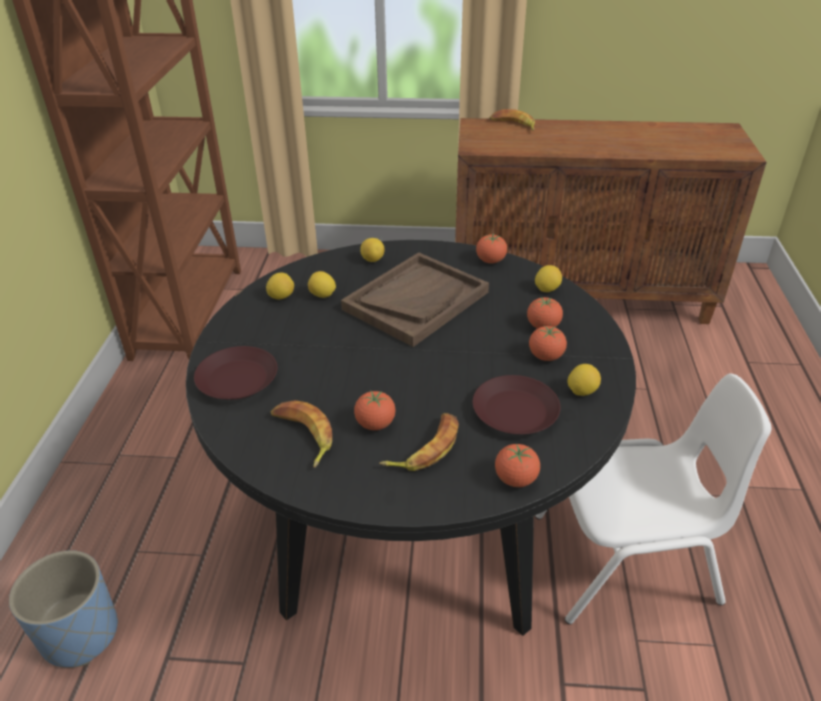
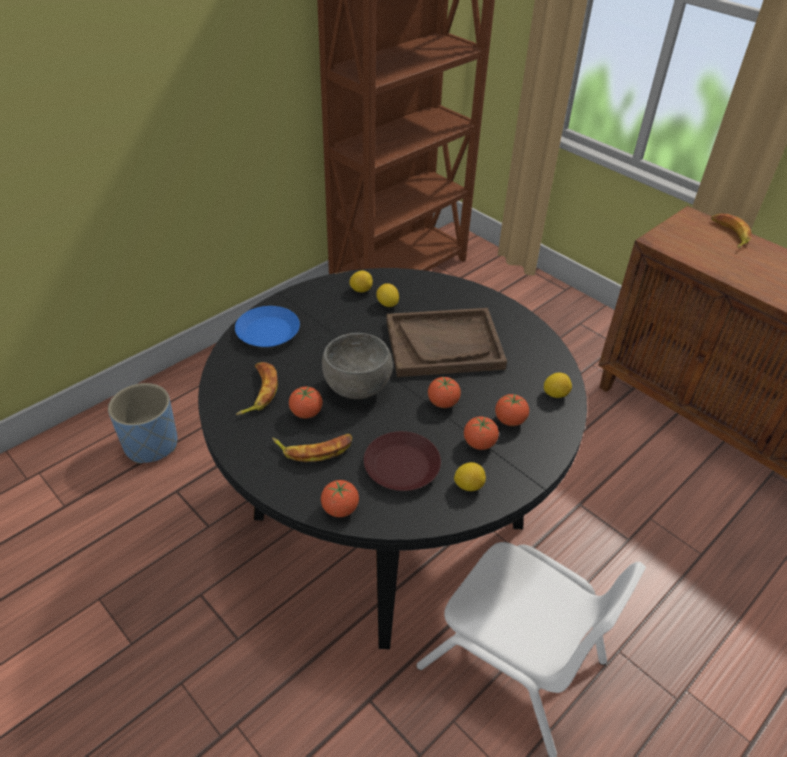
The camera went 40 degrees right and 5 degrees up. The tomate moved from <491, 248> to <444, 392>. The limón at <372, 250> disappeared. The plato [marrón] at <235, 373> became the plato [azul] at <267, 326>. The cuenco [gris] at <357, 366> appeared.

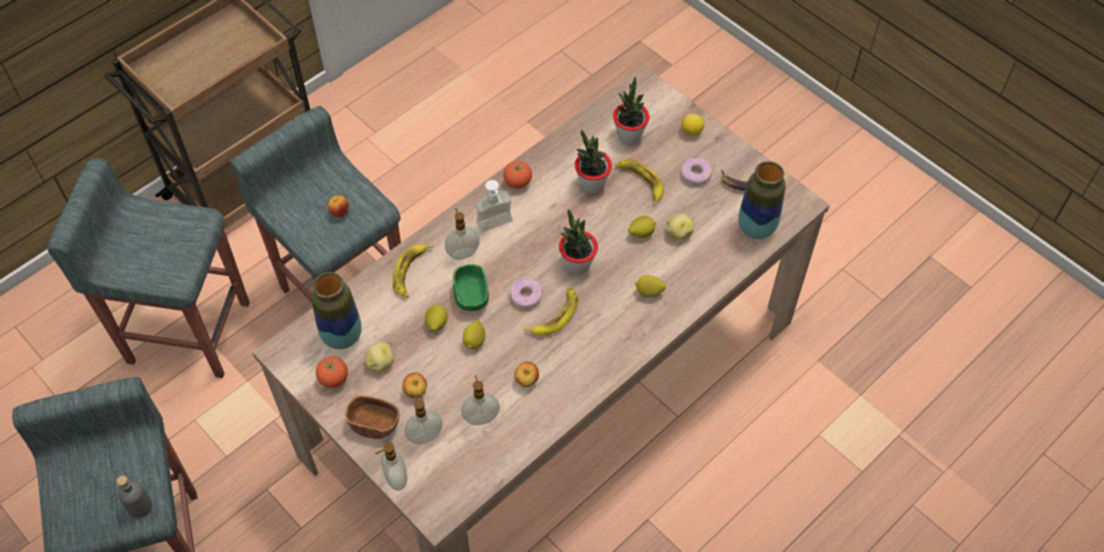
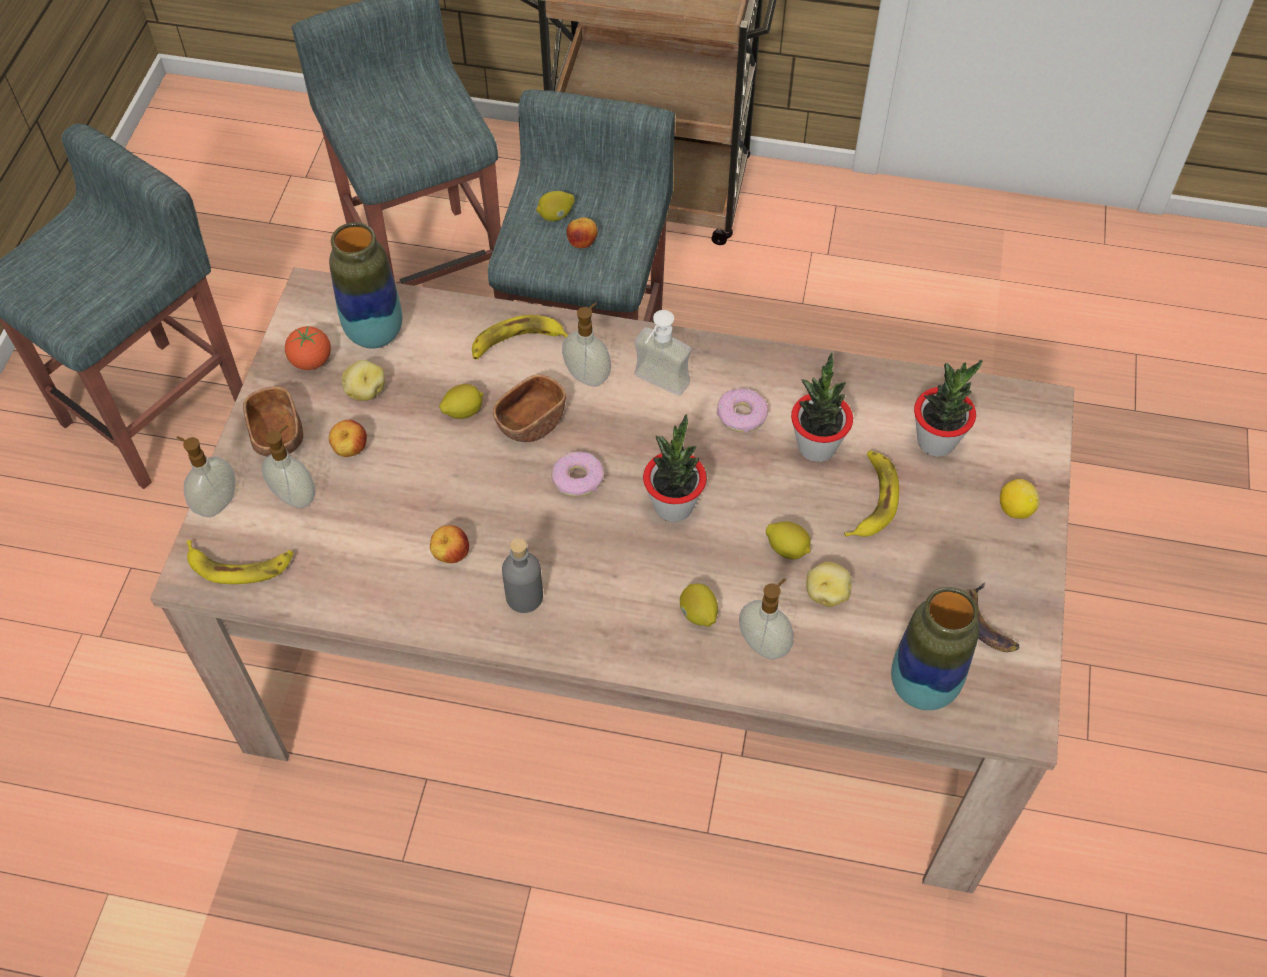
The camera went 55 degrees right and 0 degrees up. The rosquilla moved from <696, 171> to <742, 410>. The tomate at <517, 175> disappeared. The cuenco [verde] at <471, 287> became the cuenco [marrón] at <529, 408>. The plátano moved from <551, 311> to <240, 562>. The limón moved from <474, 335> to <555, 206>. The dispensador de jabón moved from <480, 400> to <766, 618>. The botella [gris] moved from <134, 496> to <522, 575>.

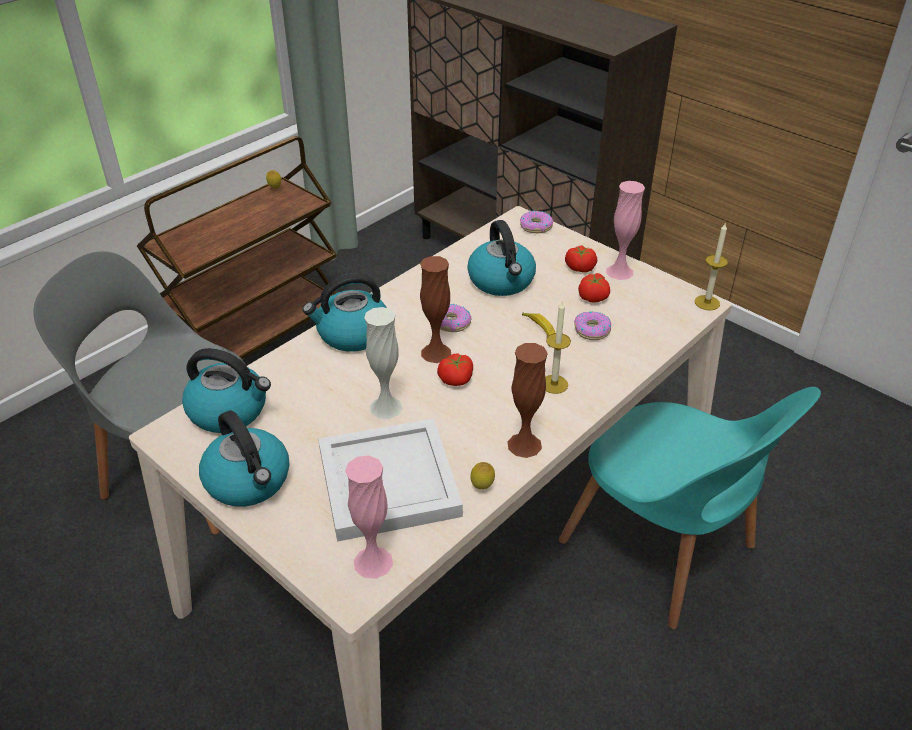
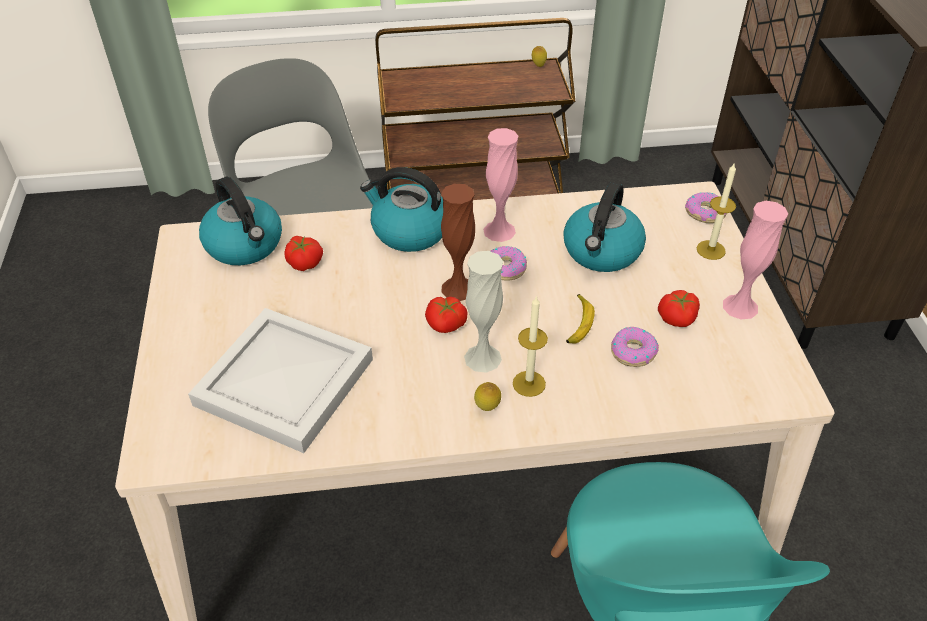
The camera went 40 degrees right and 5 degrees up. The vela moved from <711, 266> to <716, 211>. The tomate moved from <581, 258> to <303, 253>. The florero [blanco] moved from <383, 363> to <483, 312>. The florero [marrón] at <528, 400> disappeared. The hervidor at <244, 459> disappeared. The florero [rosa] moved from <369, 517> to <500, 185>. The limón moved from <483, 475> to <487, 396>.

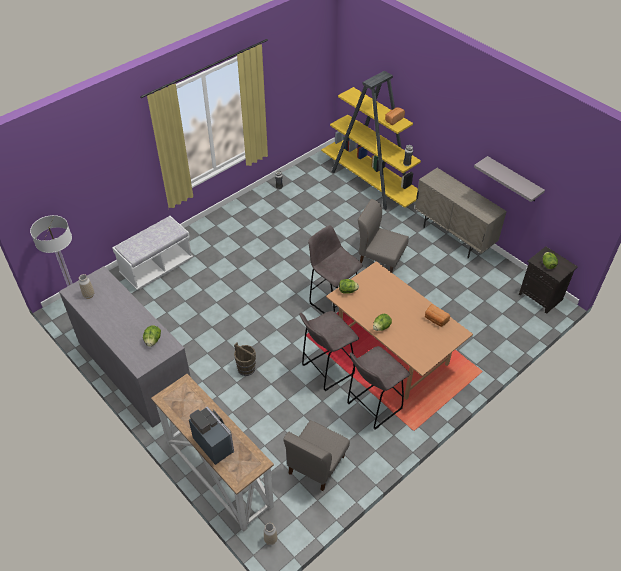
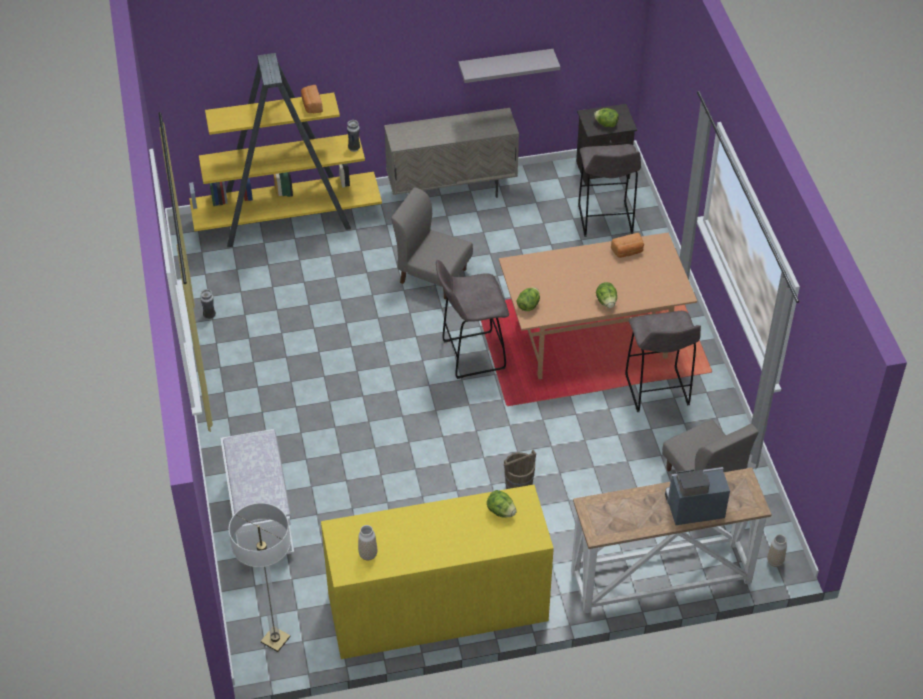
The camera went 60 degrees left and 0 degrees up. The silla [gris] at <383, 236> turned 60 degrees clockwise. The cómoda [gris] at <125, 347> became the cómoda [amarillo] at <437, 572>. The taburete [gris] moved from <329, 351> to <609, 190>.

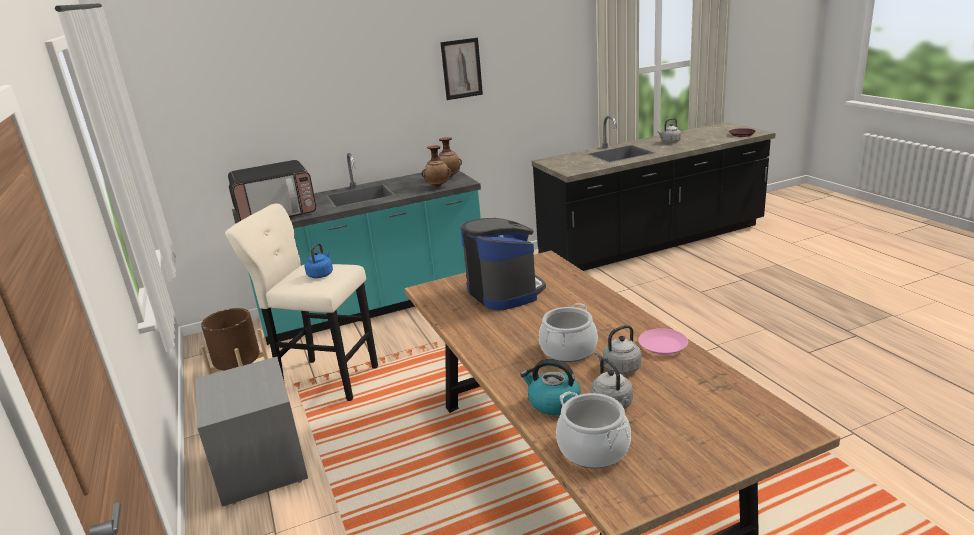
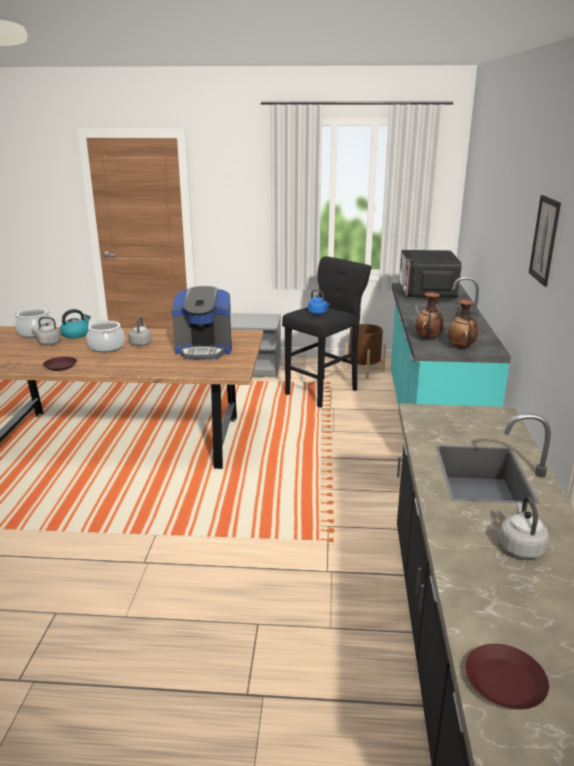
The camera went 115 degrees right and 0 degrees up. The taburete [beis] at <301, 302> became the taburete [negro] at <327, 332>. The hervidor [gris] moved from <618, 350> to <140, 331>. The plato [rosa] at <663, 341> became the plato [marrón] at <60, 364>.

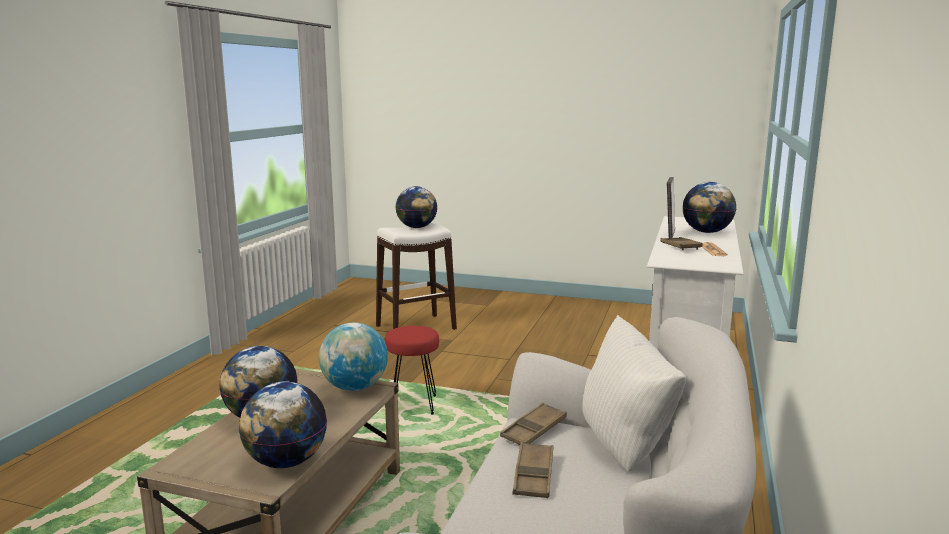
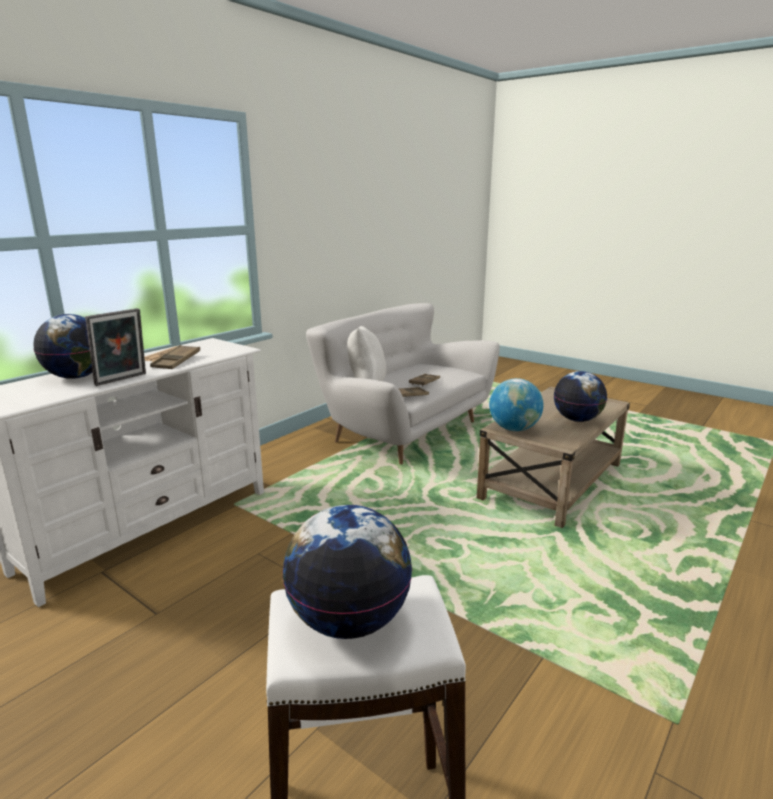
The camera went 160 degrees left and 5 degrees up. The taburete [rojo] at <412, 370> disappeared. The globo terráqueo at <283, 424> disappeared.

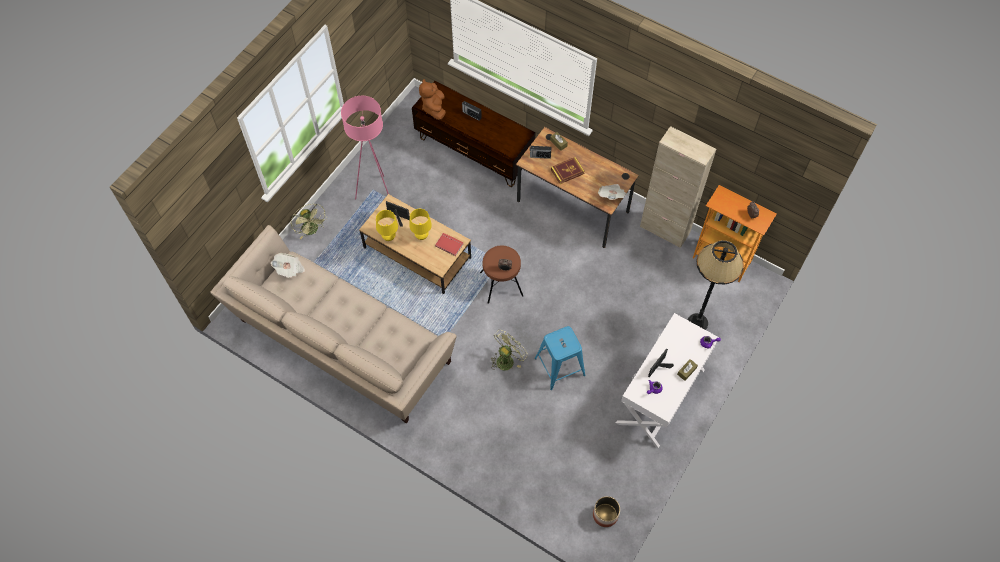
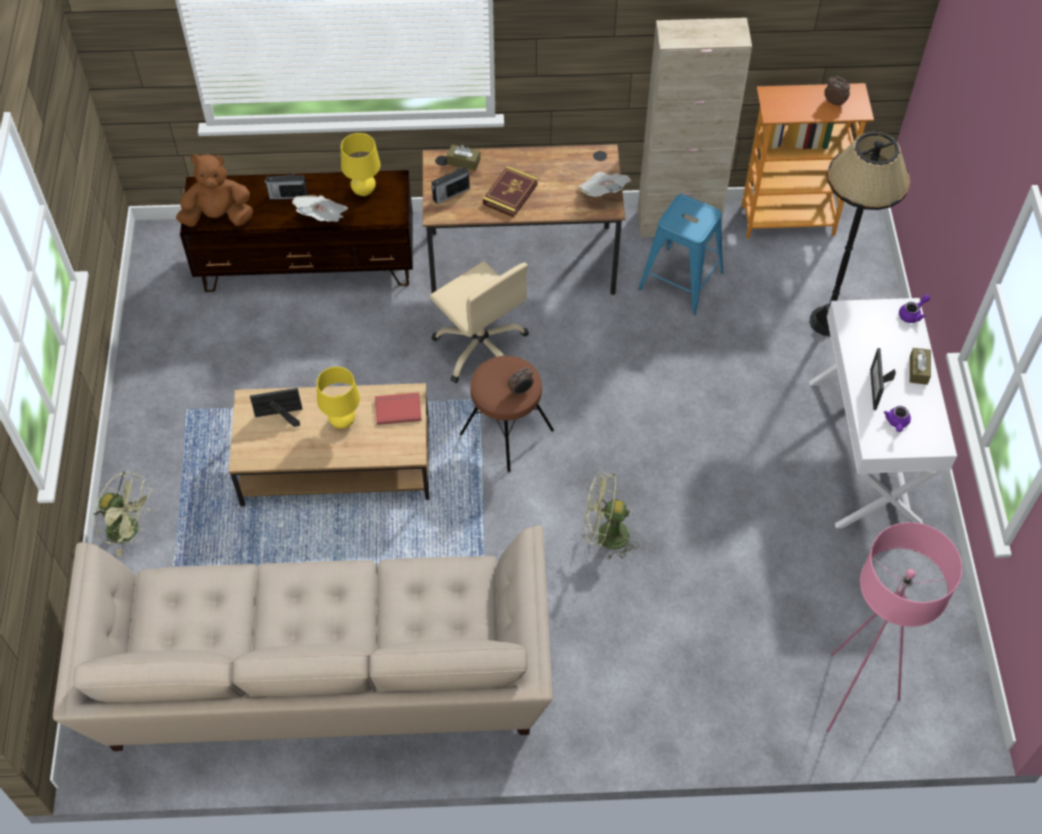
The camera went 35 degrees left and 5 degrees down. The peluche [marrón] at <432, 99> turned 120 degrees clockwise. The lámpara de pie [rosa] moved from <365, 147> to <894, 627>. The lámpara de mesa [amarillo] moved from <387, 225> to <360, 164>. The periódico moved from <288, 265> to <320, 208>. The taburete [azul] moved from <559, 358> to <680, 254>. The ventilador [verde] at <509, 350> turned 90 degrees counterclockwise. The maceta at <606, 511> disappeared. The silla de oficina [beis] at <479, 322> appeared.

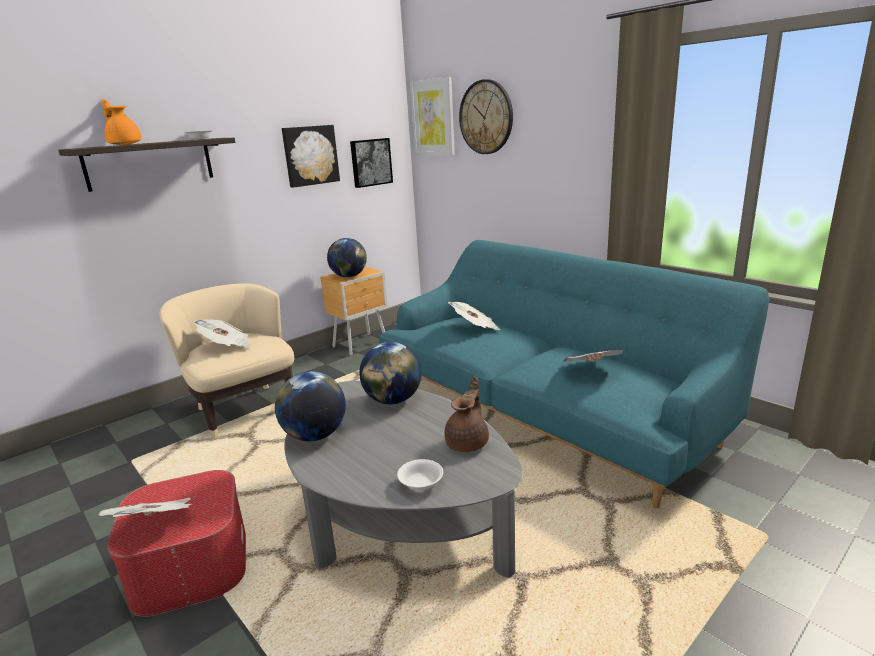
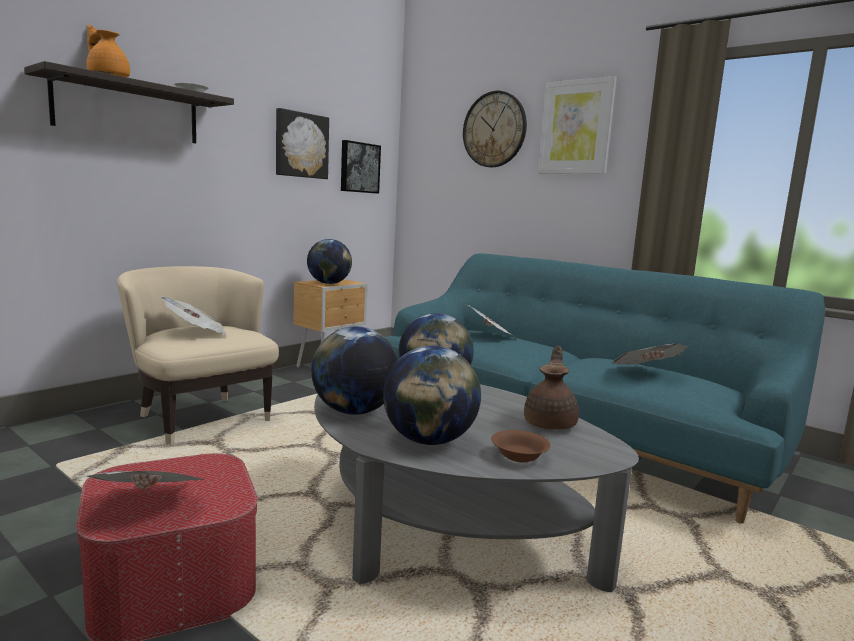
The camera went 10 degrees left and 10 degrees down. The cuadro moved from <432, 116> to <577, 125>. The cuenco [blanco] at <420, 475> became the cuenco [marrón] at <521, 446>. The globo terráqueo at <432, 395> appeared.

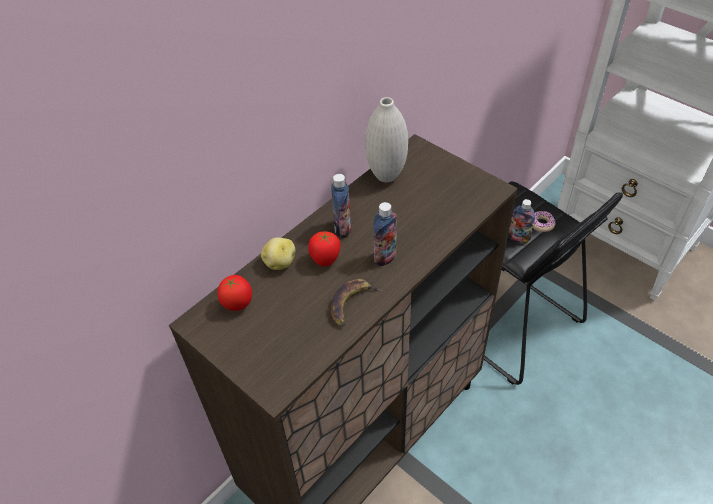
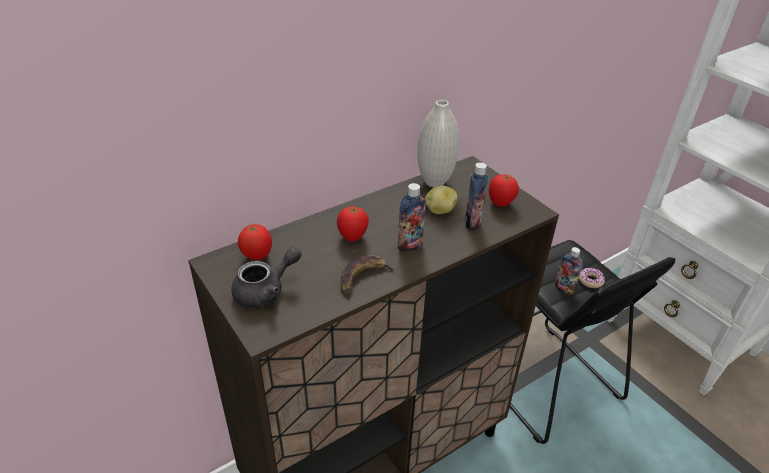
The camera went 10 degrees right and 10 degrees down. The botella moved from <341, 206> to <476, 196>. The patata moved from <278, 253> to <441, 199>. The tomate at <504, 190> appeared. The tetera [gris] at <266, 277> appeared.

